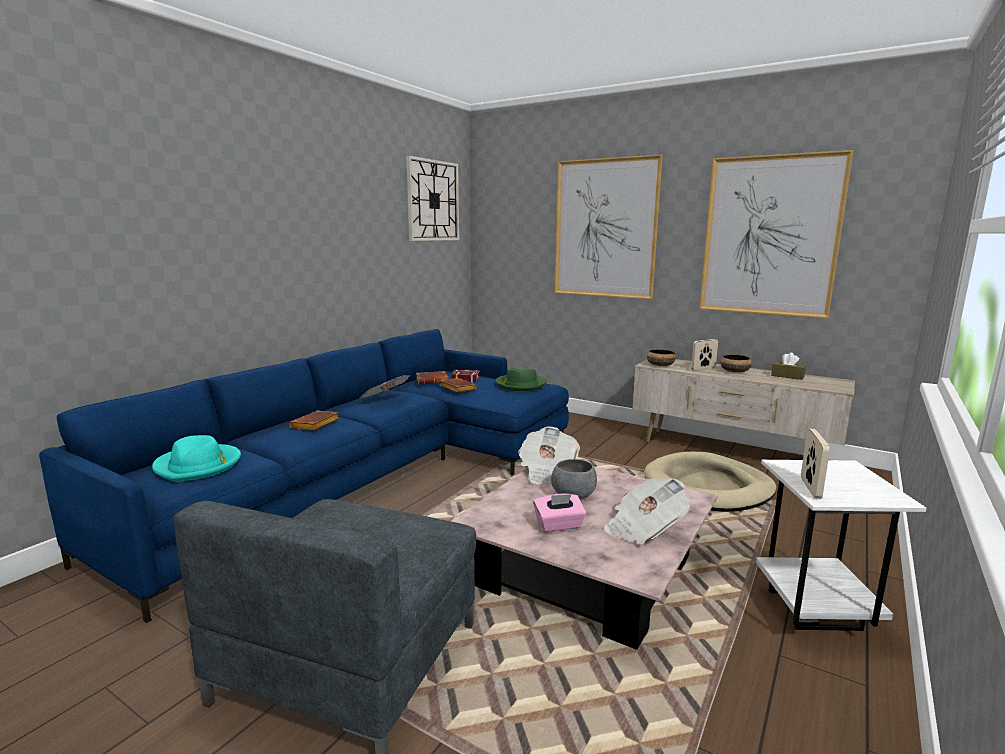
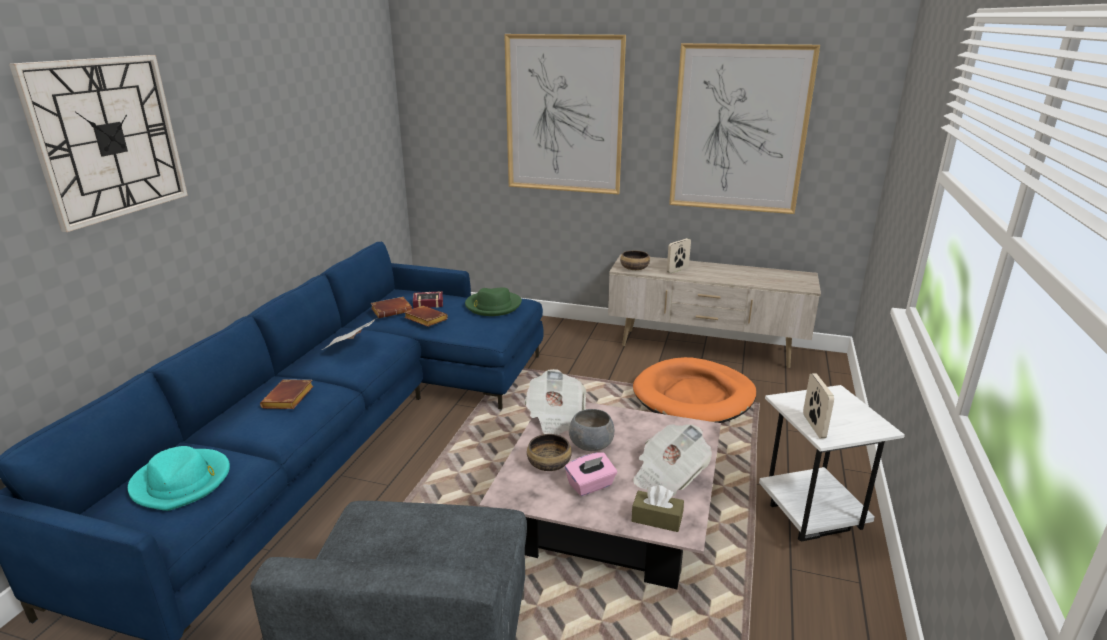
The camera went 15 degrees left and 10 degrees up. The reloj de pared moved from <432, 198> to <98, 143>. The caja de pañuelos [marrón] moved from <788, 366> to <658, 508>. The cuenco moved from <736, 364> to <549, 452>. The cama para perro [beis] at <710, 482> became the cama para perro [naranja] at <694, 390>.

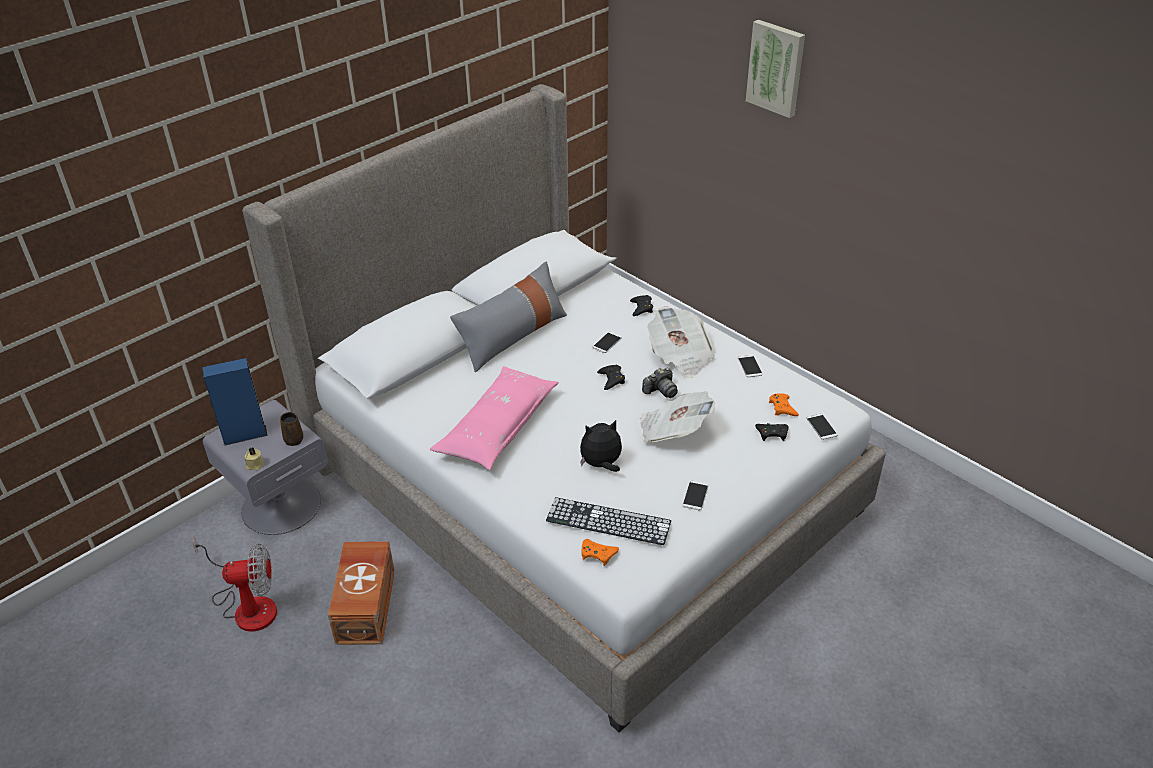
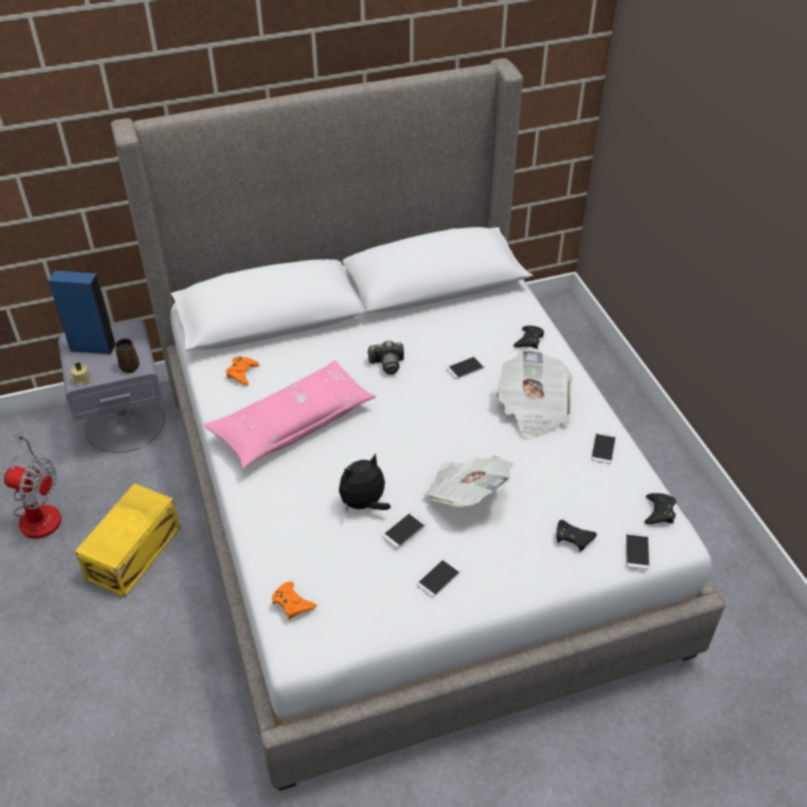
The camera went 25 degrees right and 5 degrees up. The cuadro at <775, 69> disappeared. The cojín [gris] at <508, 317> disappeared. The mando de consola [negro] moved from <611, 377> to <660, 508>. The cámara moved from <660, 383> to <385, 357>. The mando de consola [naranja] moved from <784, 404> to <242, 371>. The peluche at <601, 446> turned 45 degrees counterclockwise. The teclado at <608, 521> disappeared. The caja de almacenaje [marrón] at <361, 593> became the caja de almacenaje [amarillo] at <127, 540>. The móvil at <404, 530> appeared.

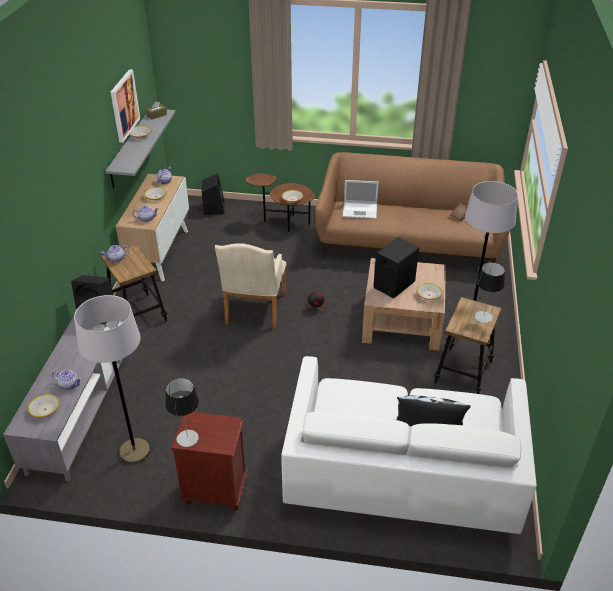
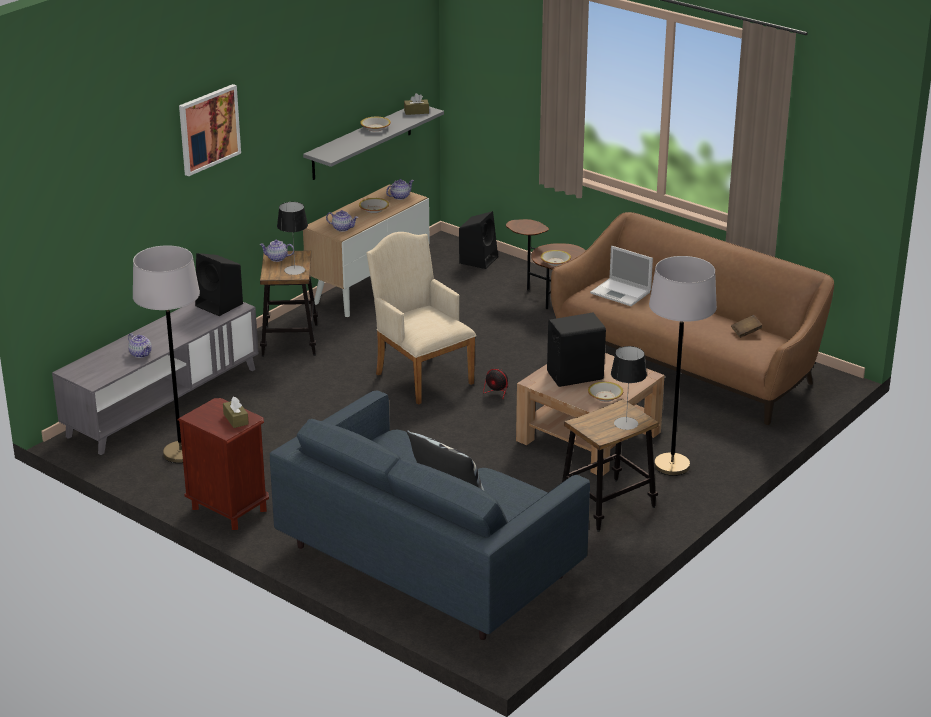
The camera went 30 degrees right and 10 degrees down. The cuadro moved from <125, 106> to <210, 130>. The sillón [beis] at <251, 286> turned 105 degrees clockwise. The sofá [blanco] at <409, 445> became the sofá [azul] at <430, 515>. The lámpara de mesa moved from <182, 412> to <292, 238>. The cuenco at <43, 406> disappeared. The caja de pañuelos [marrón] at <236, 412> appeared.

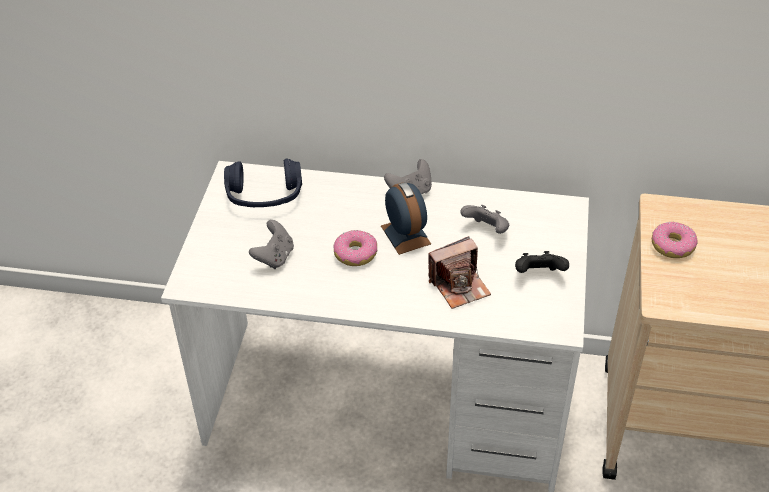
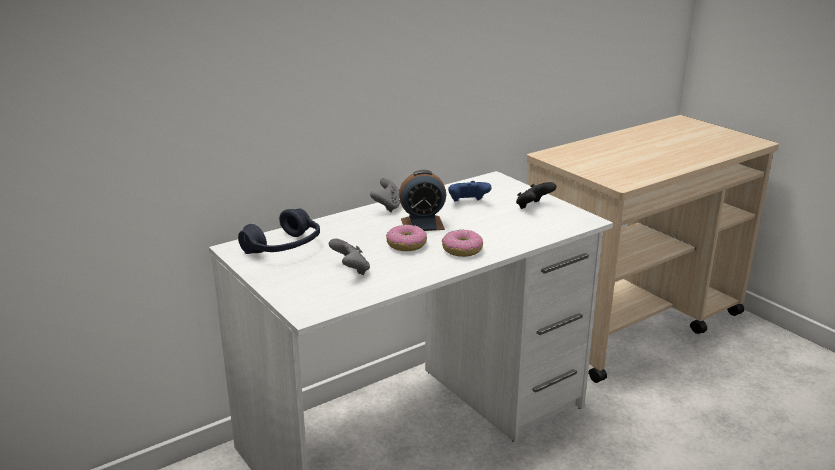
The camera went 45 degrees left and 20 degrees down. The despertador at <406, 218> turned 150 degrees clockwise. The mando de consola [gris] at <484, 219> became the mando de consola [azul] at <470, 191>. The rosquilla moved from <675, 240> to <462, 243>. The cámara at <459, 272> disappeared.

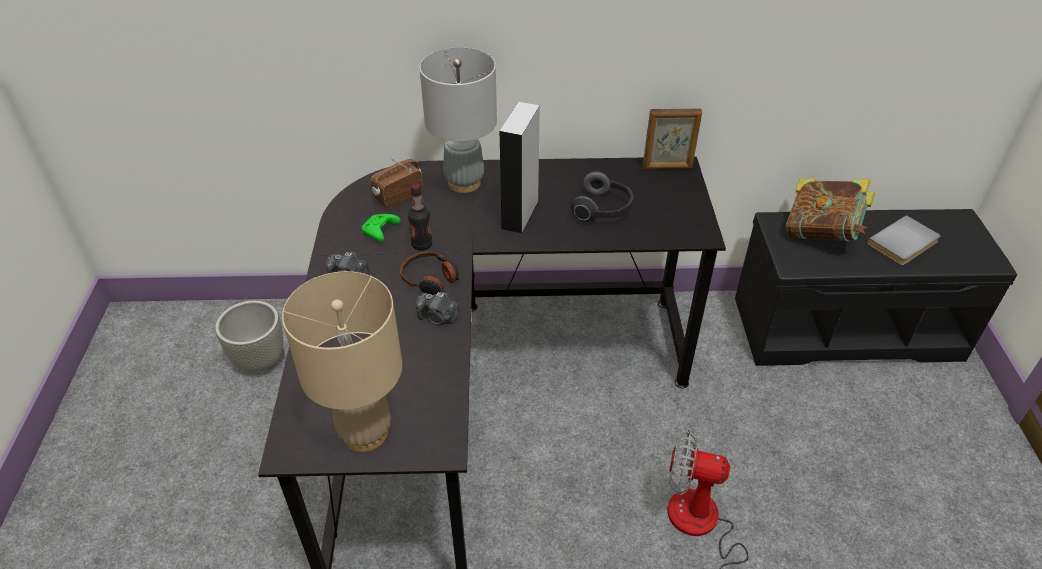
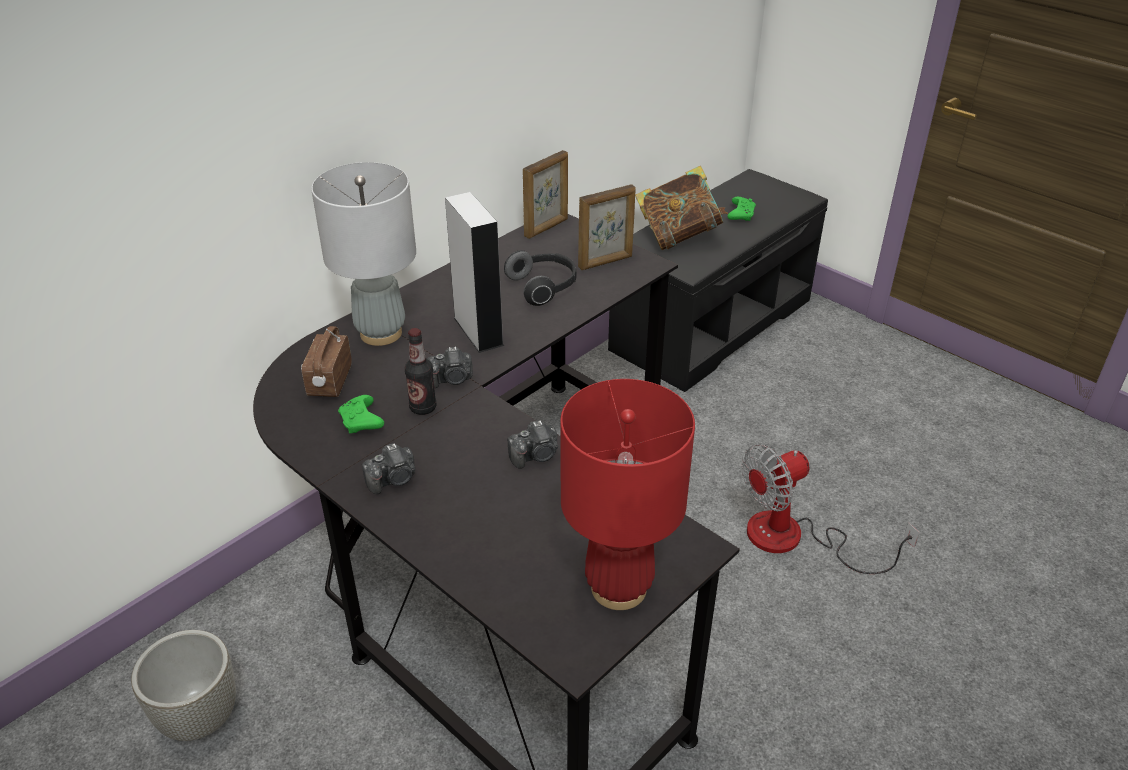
The camera went 45 degrees left and 5 degrees down. The libro [gris] at <904, 240> was replaced by the mando de consola [verde] at <742, 209>. The auriculares at <430, 273> disappeared. The lámpara de mesa [beis] at <342, 361> became the lámpara de mesa [rojo] at <627, 494>. The portarretratos at <607, 227> appeared. The cámara at <450, 367> appeared.

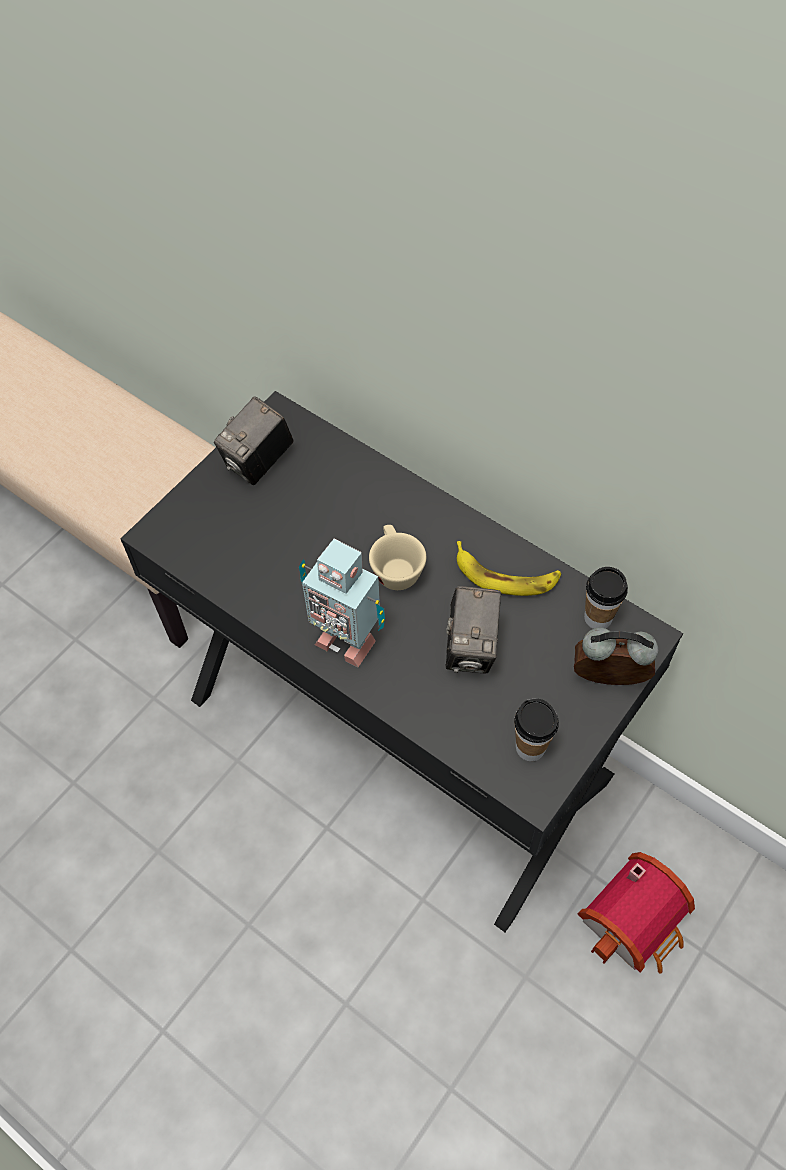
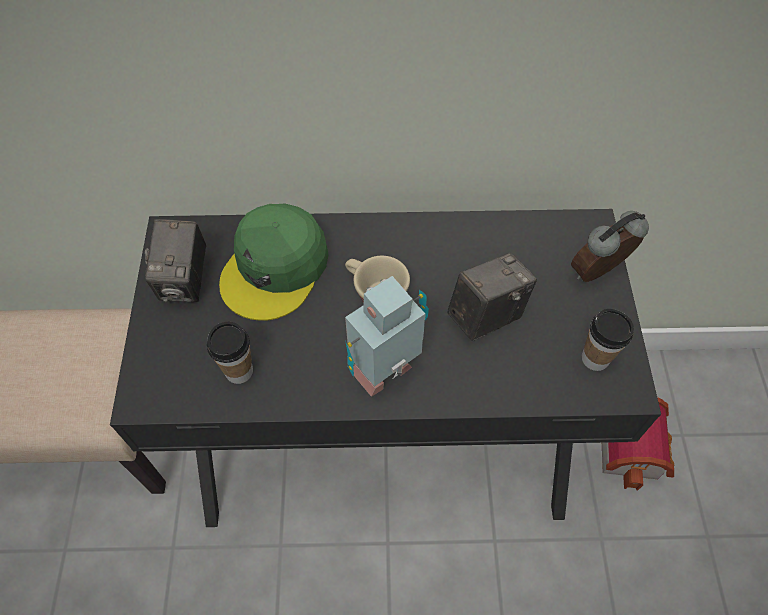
The camera went 40 degrees left and 0 degrees up. The robot de juguete at <342, 603> turned 150 degrees clockwise. The plátano at <509, 568> disappeared. The taza moved from <606, 598> to <230, 353>. The cámara at <473, 629> turned 90 degrees counterclockwise. The gorra [verde] at <274, 262> appeared.

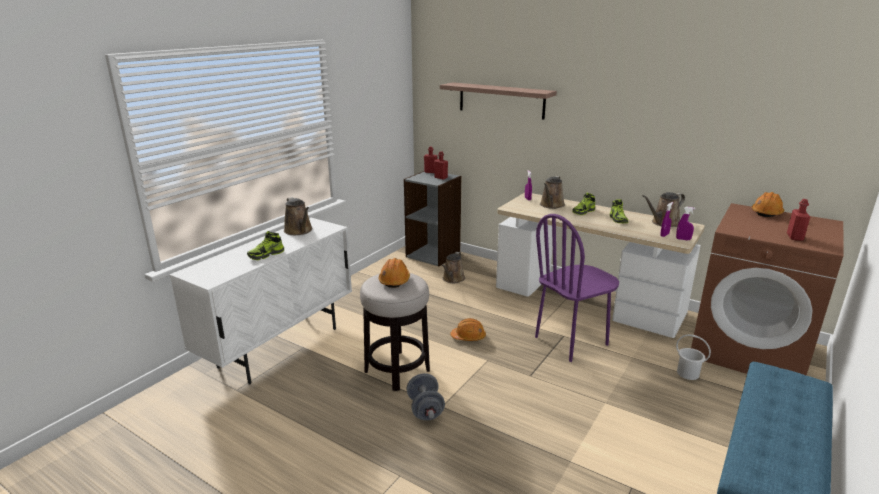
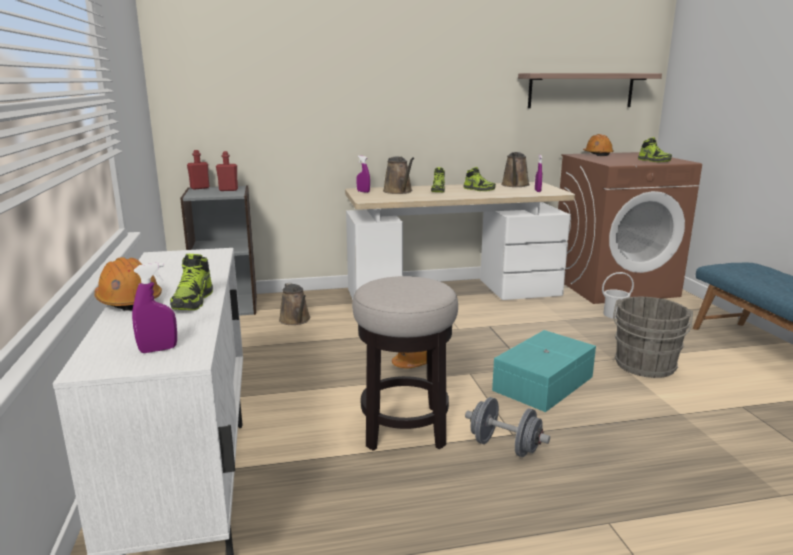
The camera went 45 degrees left and 5 degrees down. The estante moved from <498, 101> to <590, 90>. The regadera [marrón] at <298, 216> disappeared. The botella [rojo] at <798, 220> was replaced by the zapato at <655, 149>. The pulverizador [morado] moved from <686, 223> to <154, 308>. The silla [morado] at <577, 288> disappeared. The casco [naranja] moved from <394, 273> to <128, 284>. The cubo [gris] at <653, 337> appeared. The caja de almacenaje [turquesa] at <544, 371> appeared.

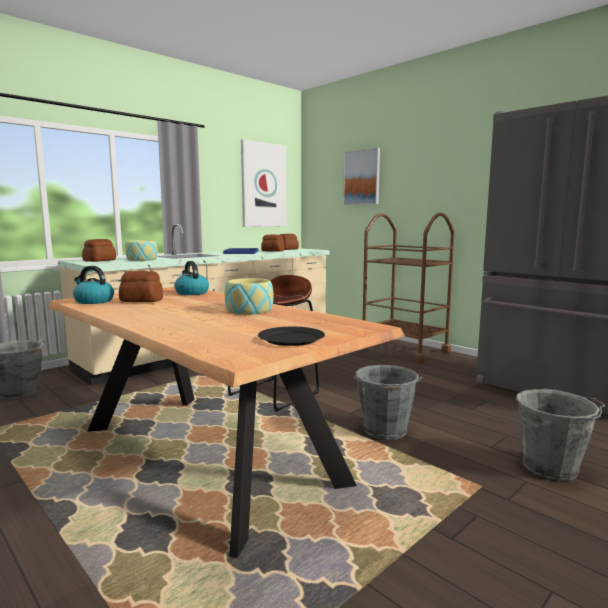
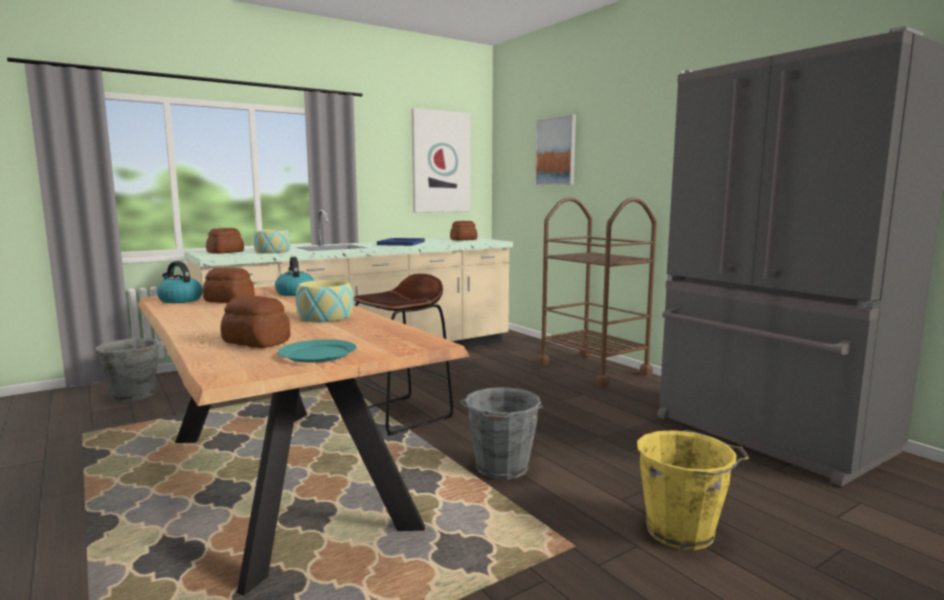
The camera went 10 degrees right and 0 degrees up. The pan moved from <273, 243> to <255, 321>. The plato [negro] at <291, 336> became the plato [turquesa] at <317, 351>. The cubo [gris] at <560, 434> became the cubo [amarillo] at <693, 490>.

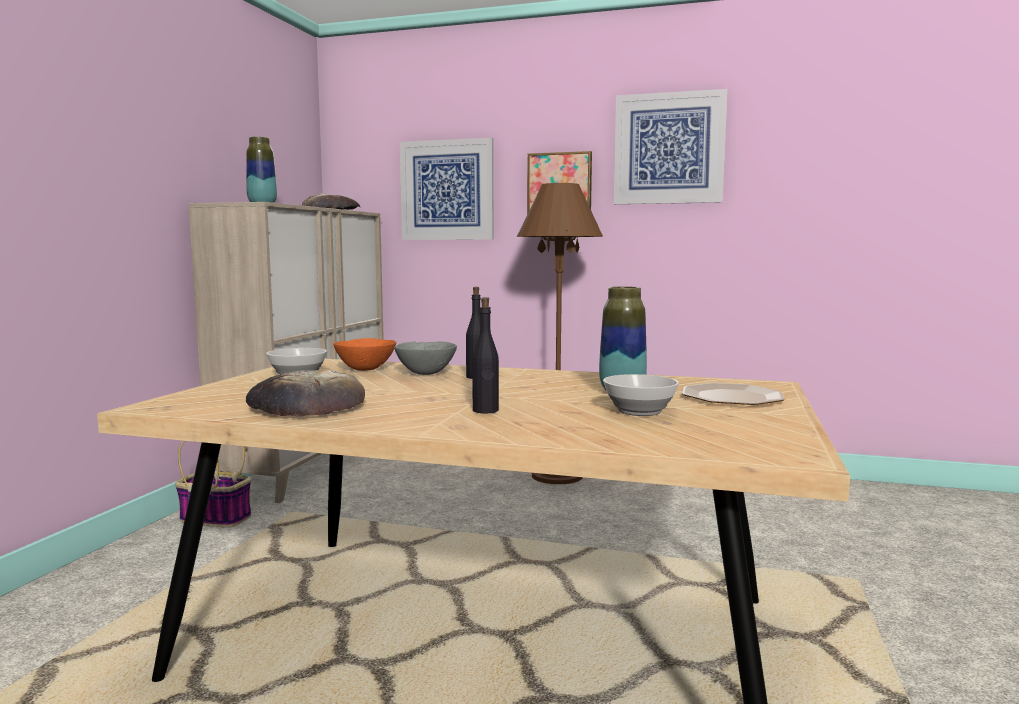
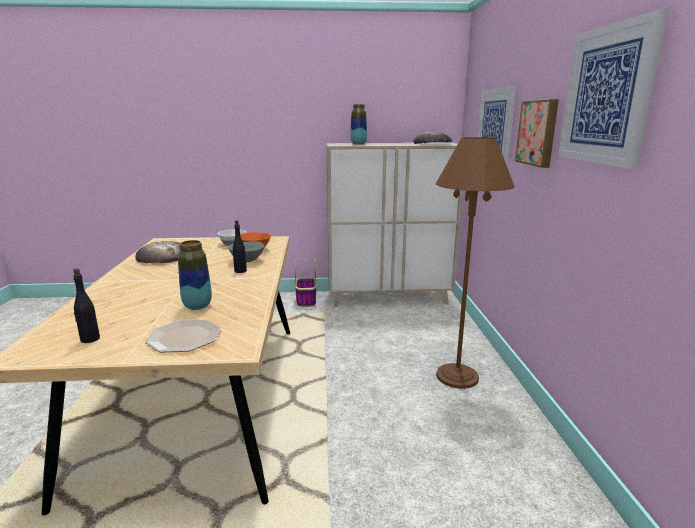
The camera went 70 degrees right and 10 degrees up. The botella [negro] moved from <485, 355> to <86, 305>. The cuenco at <641, 395> disappeared.

